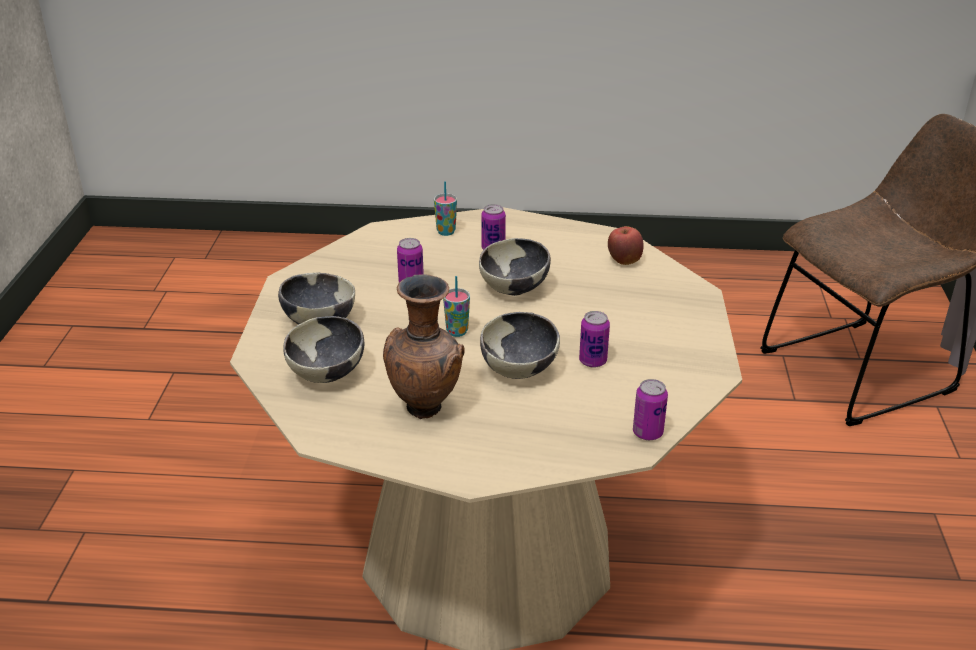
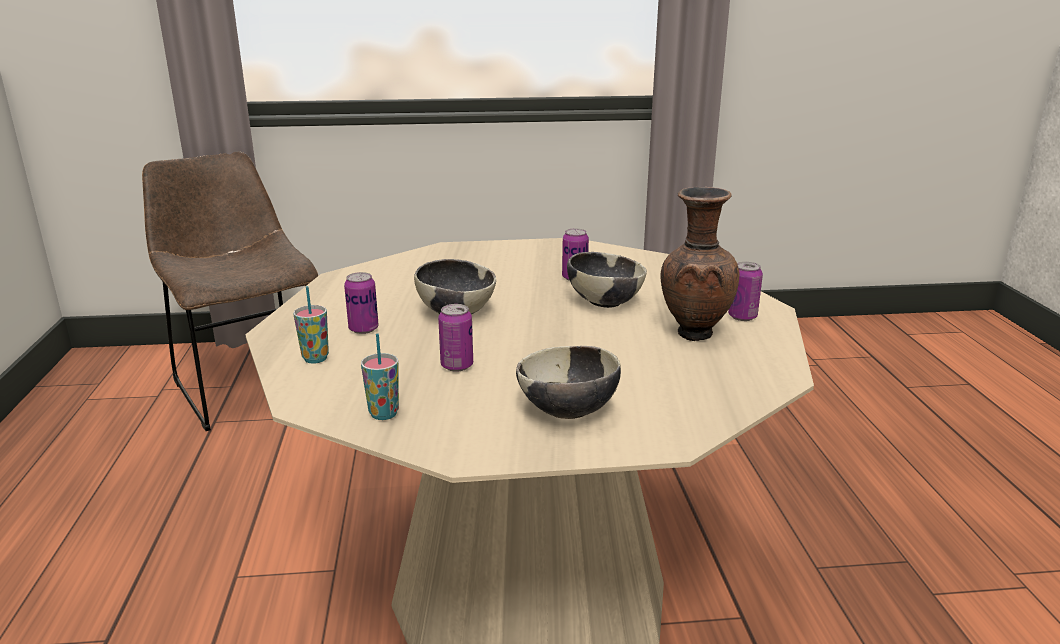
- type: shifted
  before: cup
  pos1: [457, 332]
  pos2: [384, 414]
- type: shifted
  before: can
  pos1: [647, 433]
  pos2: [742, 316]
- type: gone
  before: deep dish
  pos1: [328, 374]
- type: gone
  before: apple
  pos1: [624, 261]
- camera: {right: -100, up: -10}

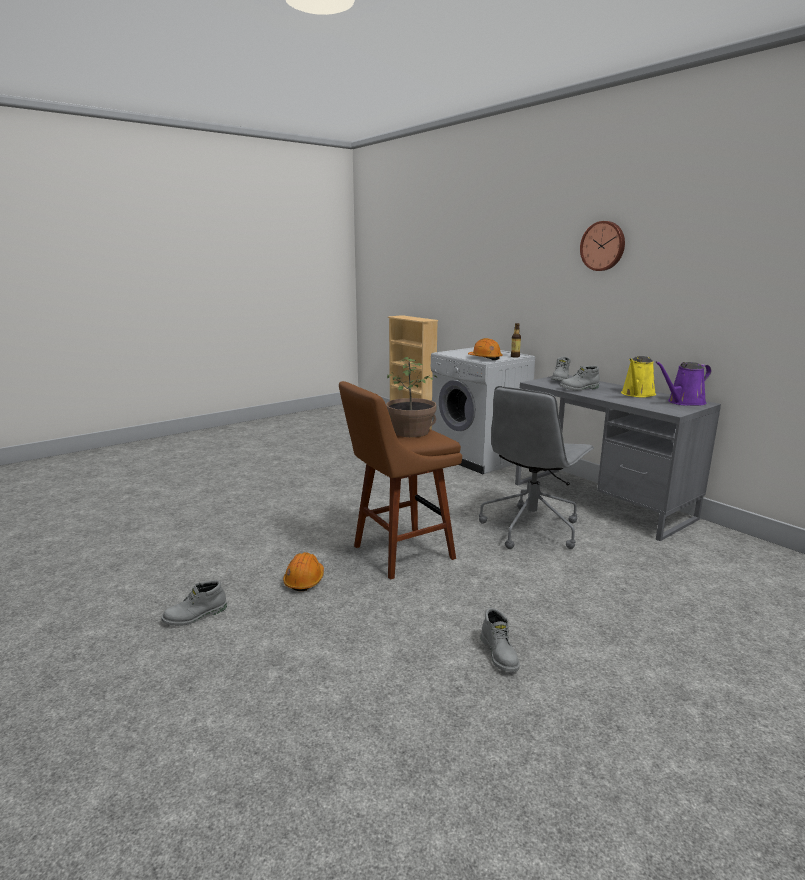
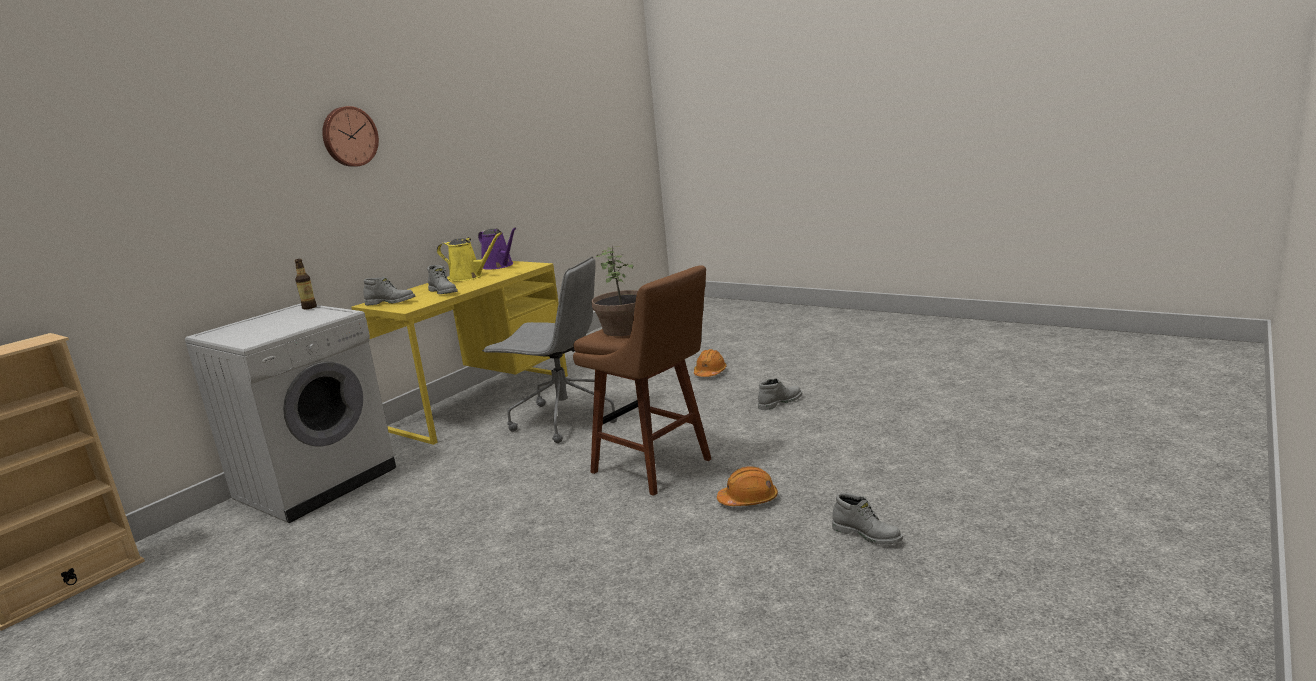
- type: repainted
  before: grey desk unit
  after: yellow desk unit
  pos1: [600, 501]
  pos2: [480, 401]
- type: shifted
  before: orange-coloured safety helmet
  pos1: [485, 358]
  pos2: [710, 373]
- camera: {right: -105, up: 0}

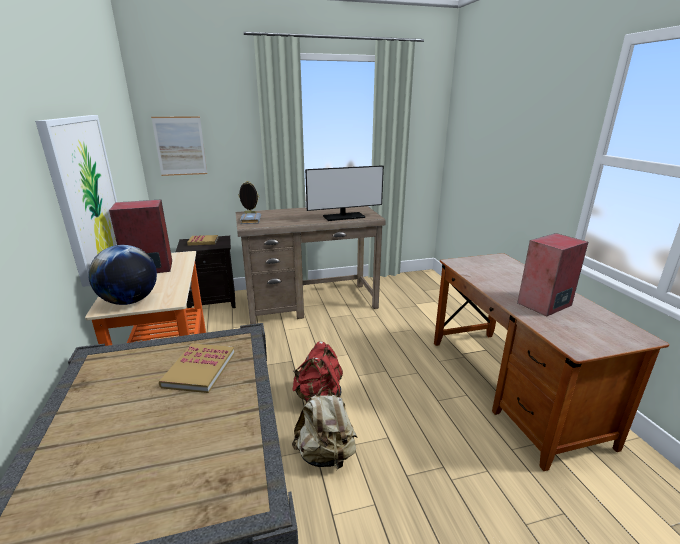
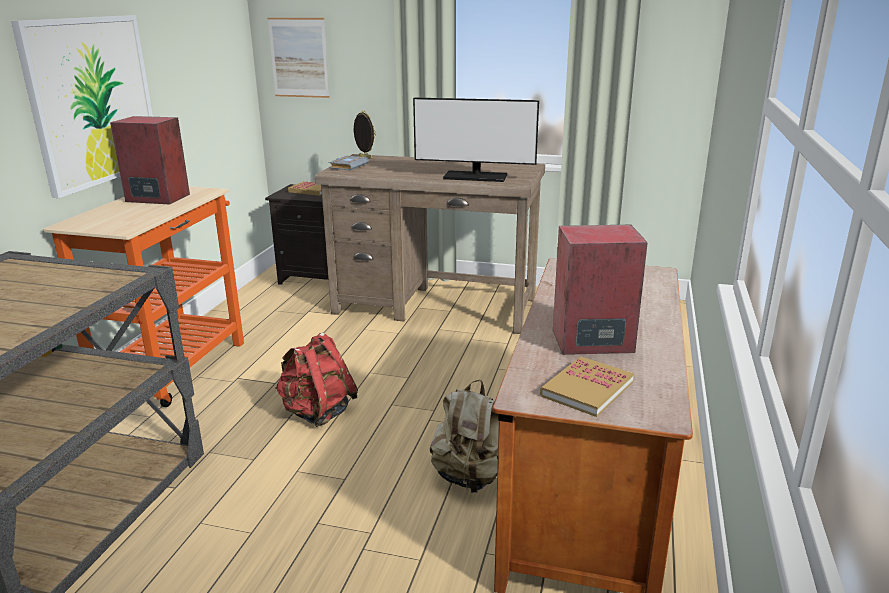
- type: shifted
  before: beige rucksack
  pos1: [325, 455]
  pos2: [470, 477]
- type: shifted
  before: volume
  pos1: [199, 369]
  pos2: [587, 389]
- type: gone
  before: world globe
  pos1: [130, 301]
- camera: {right: 30, up: 0}

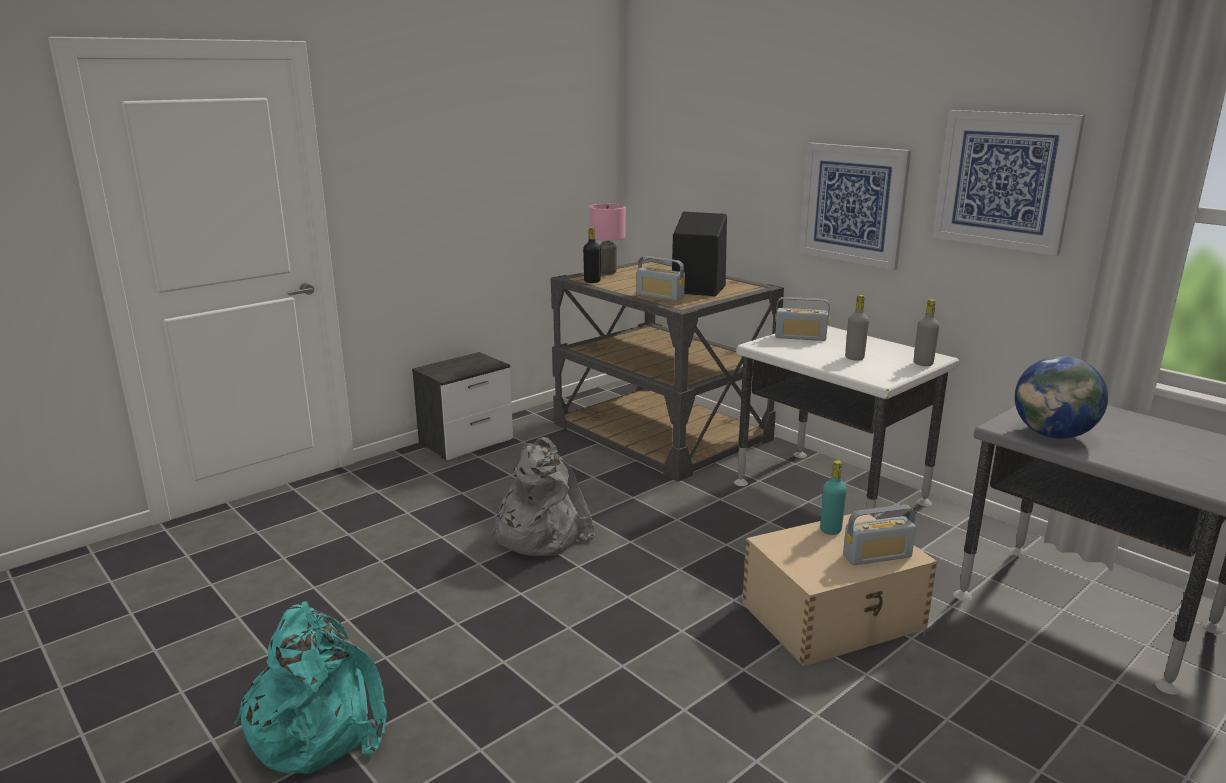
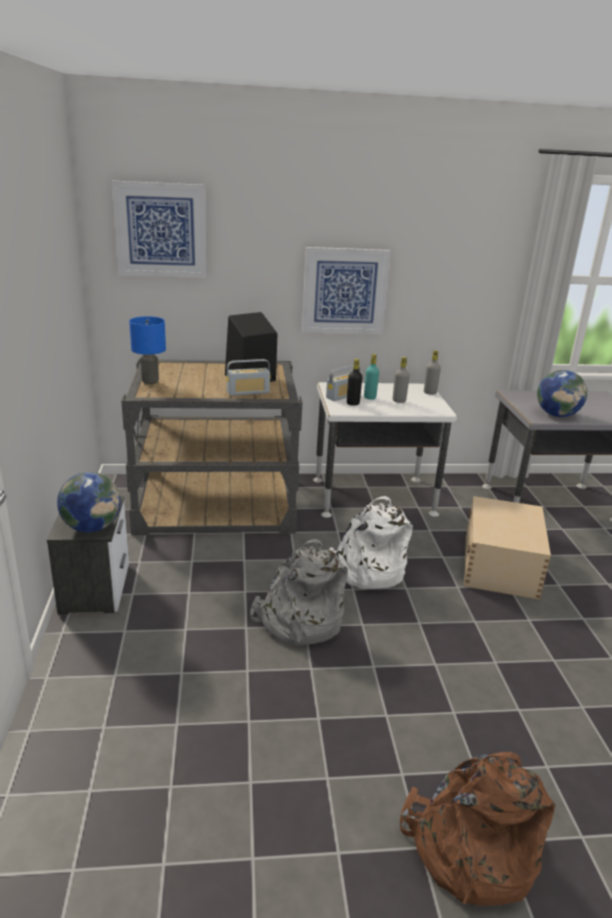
- type: new
  after: world globe
  pos2: [92, 527]
- type: shifted
  before: picture
  pos1: [1004, 180]
  pos2: [161, 230]
- type: repainted
  before: pink-coloured lamp for a table
  after: blue-coloured lamp for a table
  pos1: [607, 272]
  pos2: [150, 382]
- type: new
  after: white rucksack
  pos2: [366, 570]
- type: shifted
  before: blackish beverage bottle
  pos1: [592, 281]
  pos2: [353, 403]
- type: shifted
  before: turquoise beverage bottle
  pos1: [830, 530]
  pos2: [370, 397]
- type: repainted
  before: turquoise rucksack
  after: brown rucksack
  pos1: [319, 725]
  pos2: [468, 849]
- type: gone
  before: radio receiver
  pos1: [877, 556]
- camera: {right: -55, up: 5}

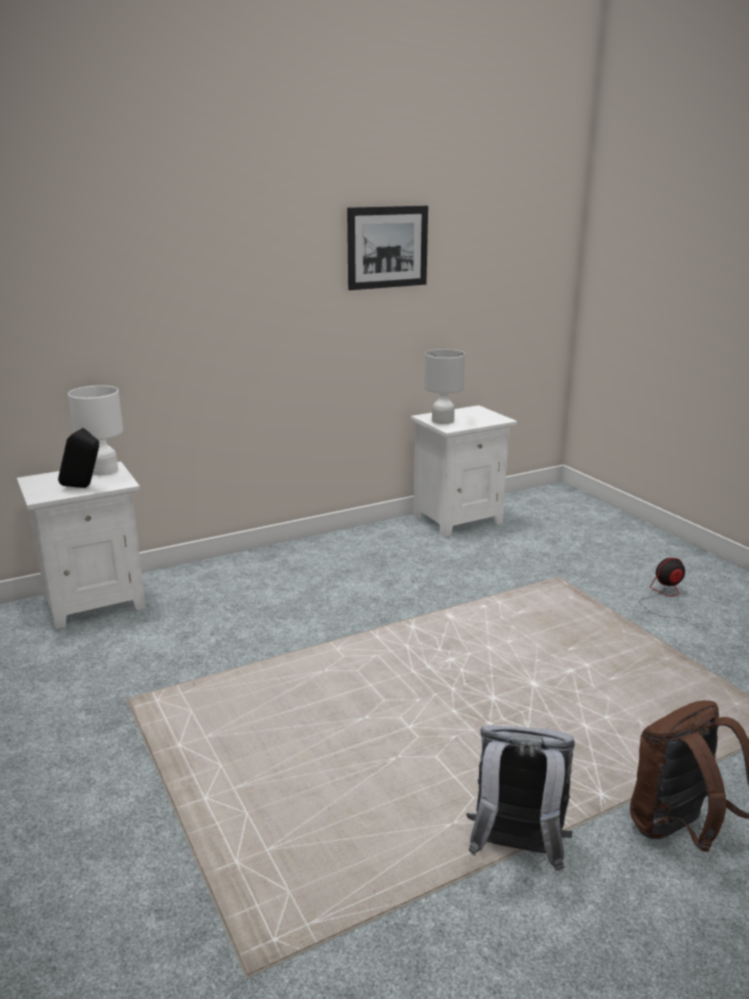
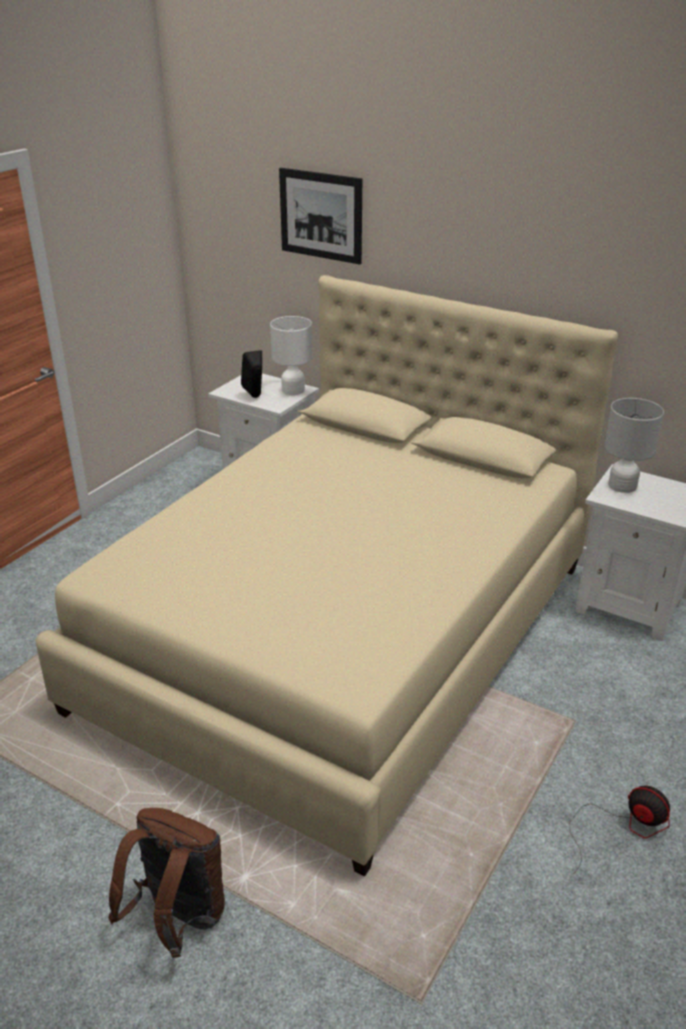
- type: new
  after: beige bedroom bed
  pos2: [344, 634]
- type: shifted
  before: picture
  pos1: [387, 247]
  pos2: [321, 215]
- type: gone
  before: grey rucksack
  pos1: [516, 850]
- camera: {right: 60, up: 10}

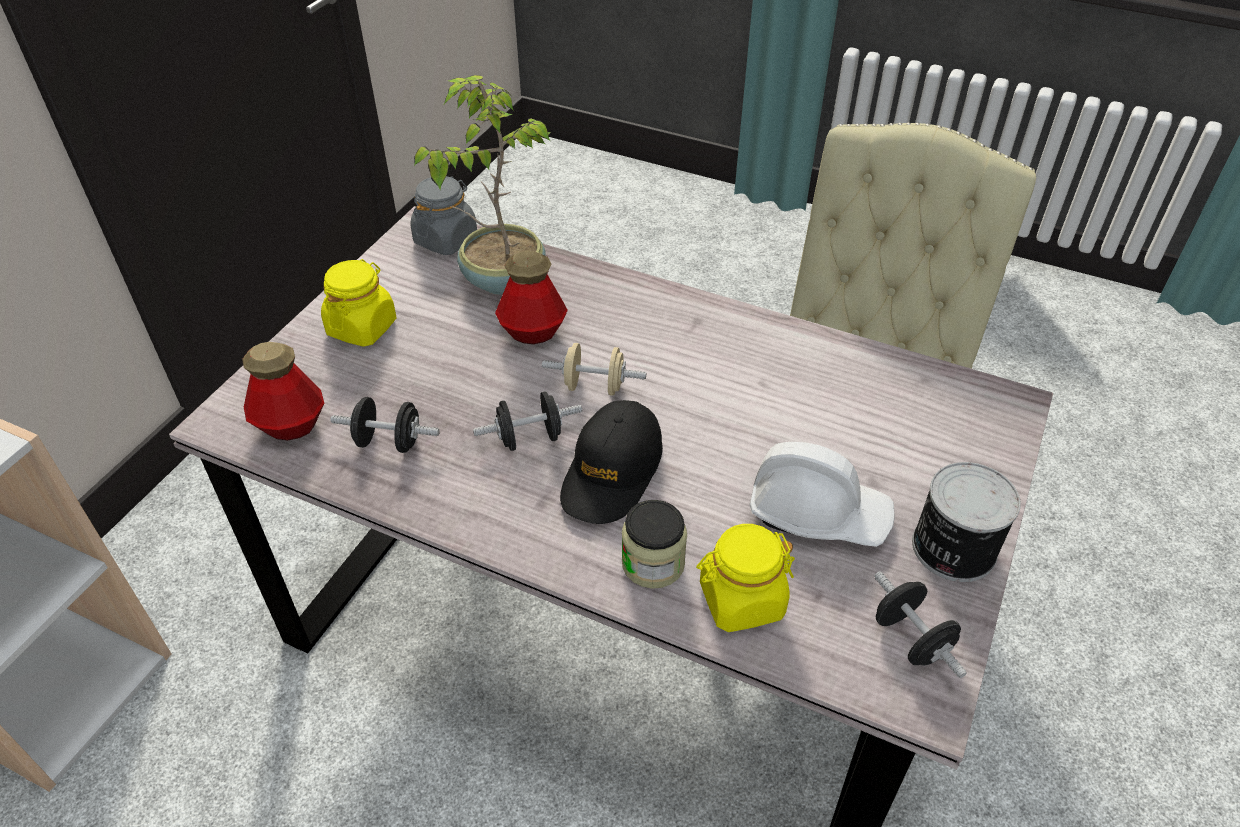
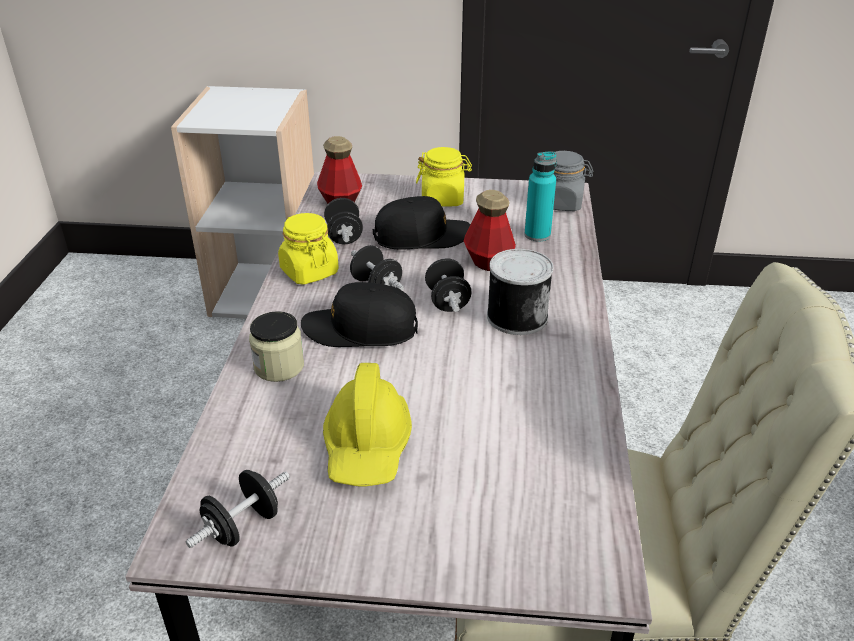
- type: shifted
  before: yellow preserve jar
  pos1: [741, 600]
  pos2: [309, 271]
- type: repainted
  before: white safety helmet
  after: yellow safety helmet
  pos1: [818, 512]
  pos2: [367, 446]
- type: new
  after: blackish baseball cap
  pos2: [422, 236]
- type: repainted
  before: beige hand weight
  after: blackish hand weight
  pos1: [594, 386]
  pos2: [447, 301]
- type: shifted
  before: can
  pos1: [951, 548]
  pos2: [516, 316]
- type: swapped
  before: houseplant
  after: turquoise beverage bottle
  pos1: [502, 279]
  pos2: [537, 235]
- camera: {right: 70, up: -10}

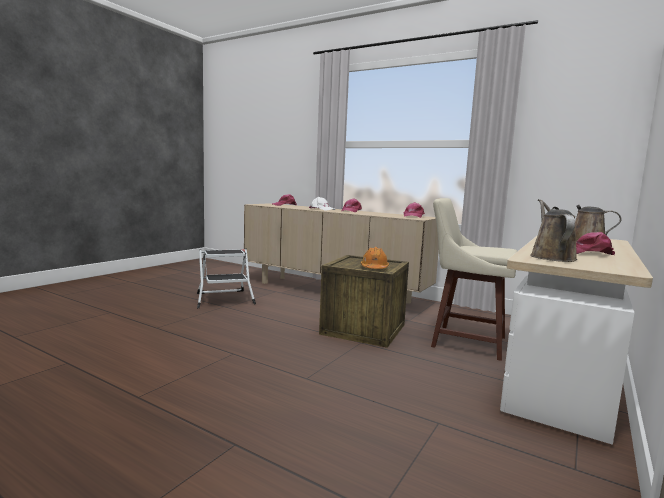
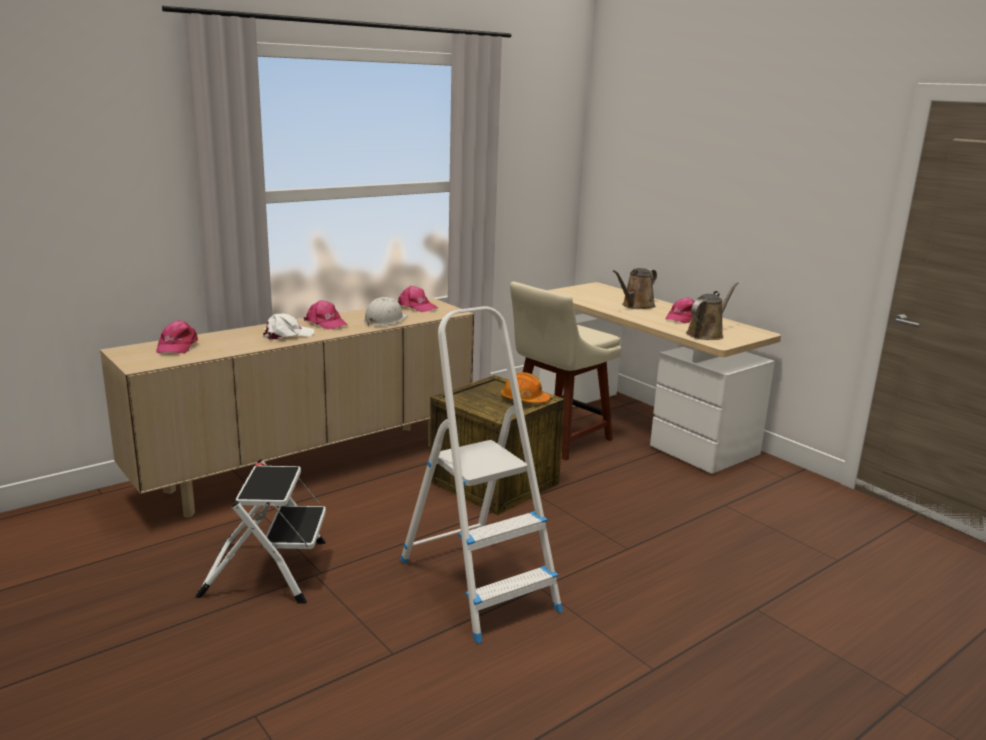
- type: new
  after: white safety helmet
  pos2: [384, 320]
- type: new
  after: white step stool
  pos2: [478, 585]
- type: rotated
  before: brown watering can
  pos1: [551, 257]
  pos2: [707, 334]
  turn: 105
- camera: {right: -70, up: 10}

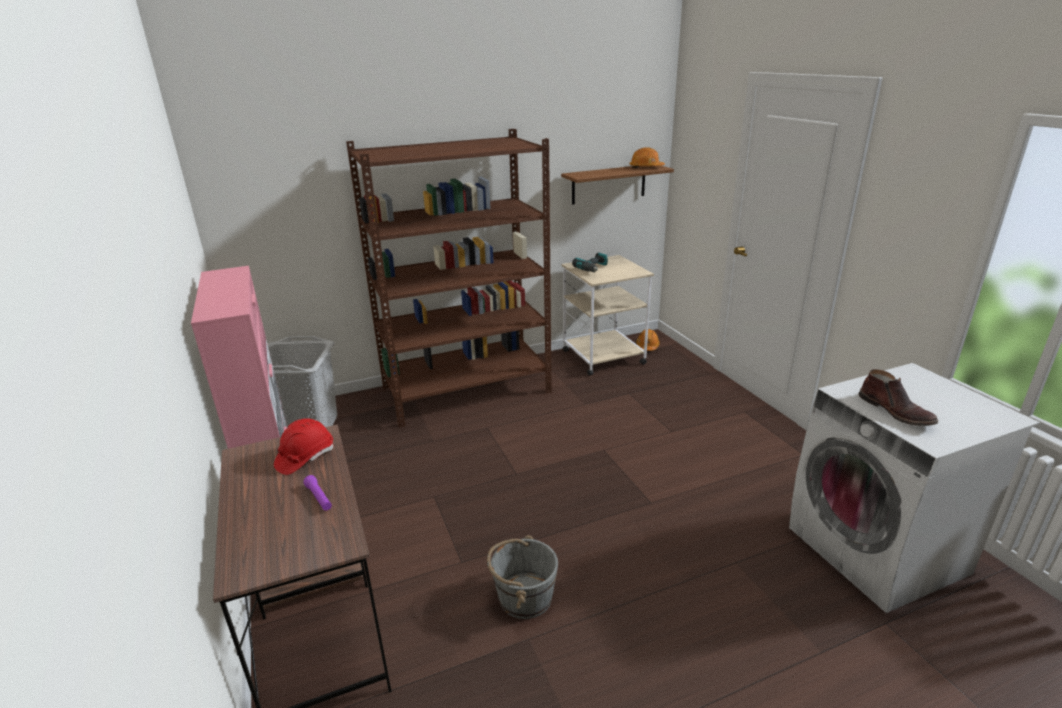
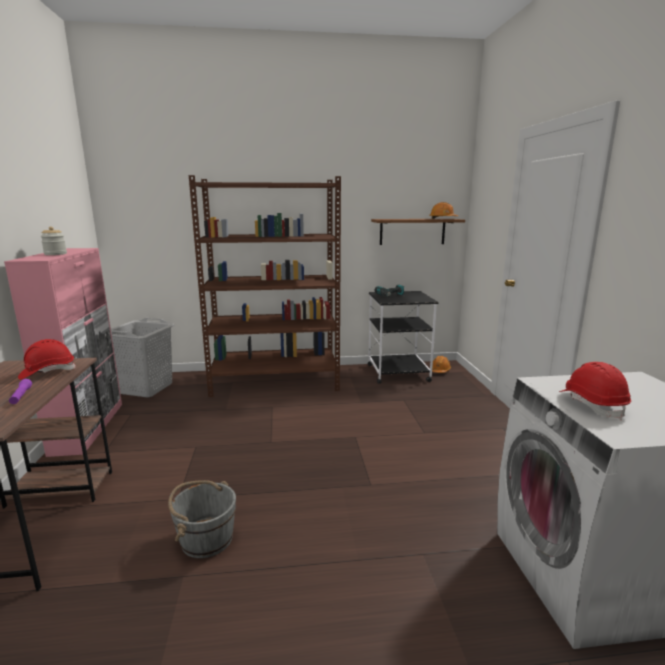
- type: new
  after: preserve jar
  pos2: [55, 254]
- type: repainted
  before: beige cart
  after: blackish cart
  pos1: [604, 356]
  pos2: [399, 373]
- type: swapped
  before: brown boot
  after: red safety helmet
  pos1: [896, 411]
  pos2: [592, 404]
- camera: {right: 15, up: -10}

